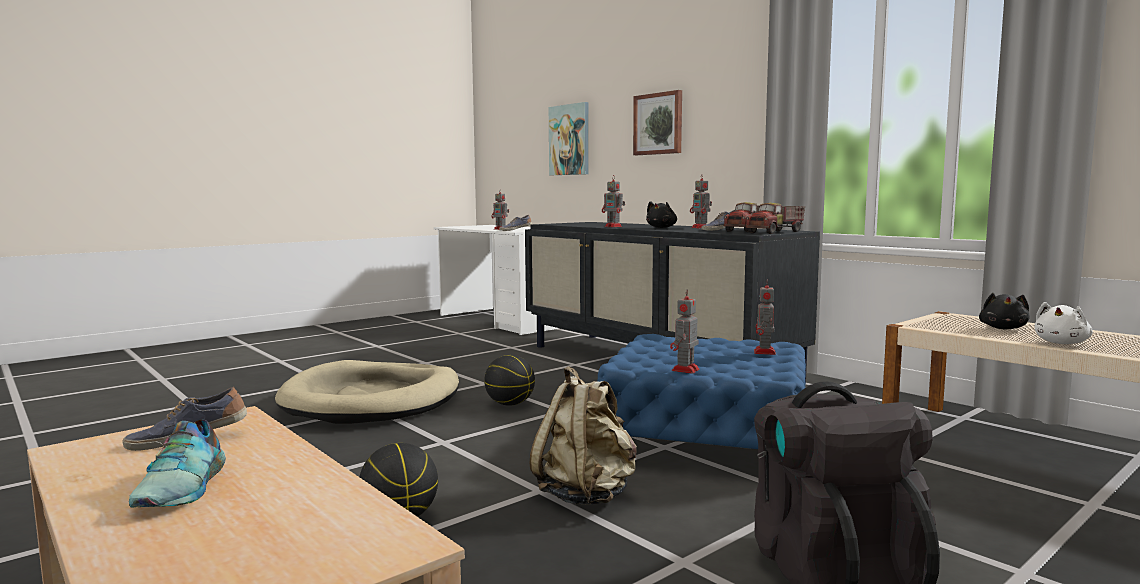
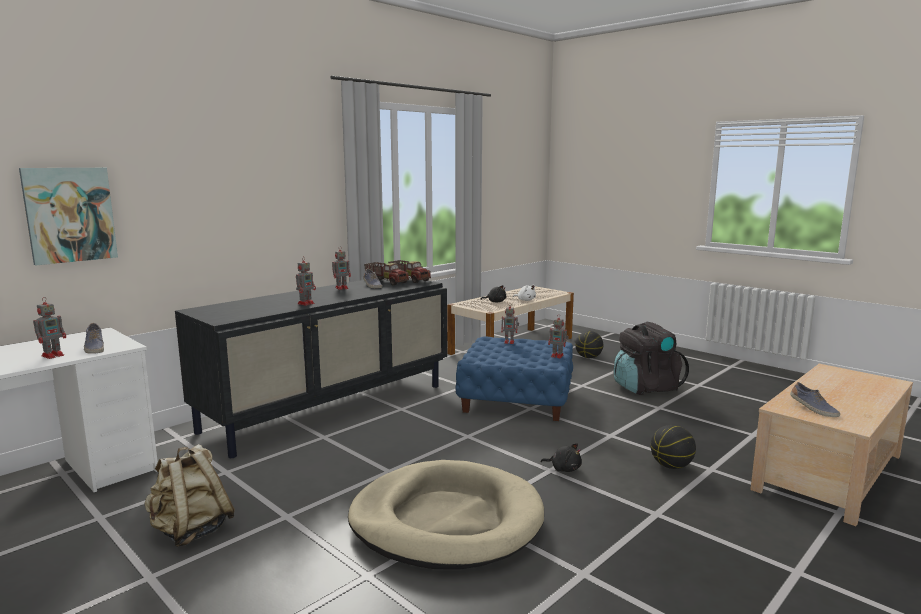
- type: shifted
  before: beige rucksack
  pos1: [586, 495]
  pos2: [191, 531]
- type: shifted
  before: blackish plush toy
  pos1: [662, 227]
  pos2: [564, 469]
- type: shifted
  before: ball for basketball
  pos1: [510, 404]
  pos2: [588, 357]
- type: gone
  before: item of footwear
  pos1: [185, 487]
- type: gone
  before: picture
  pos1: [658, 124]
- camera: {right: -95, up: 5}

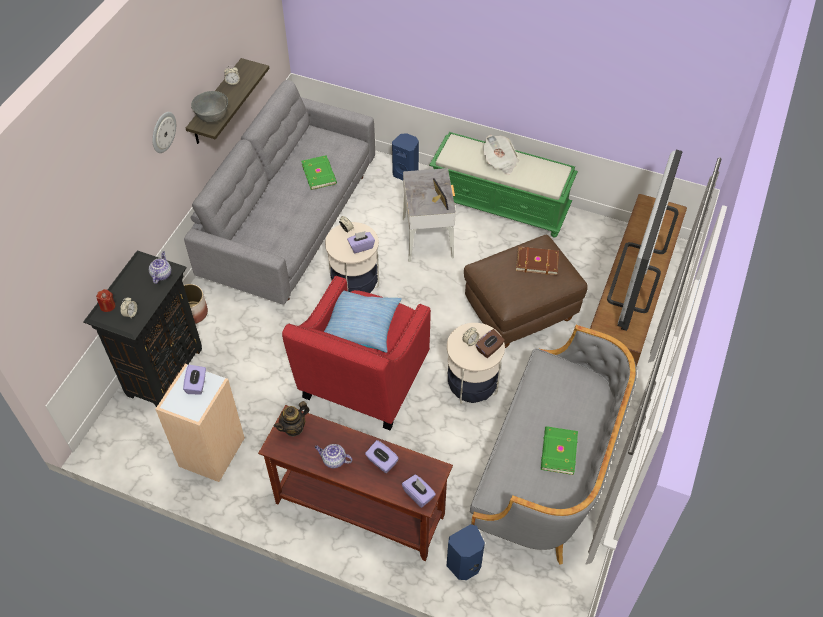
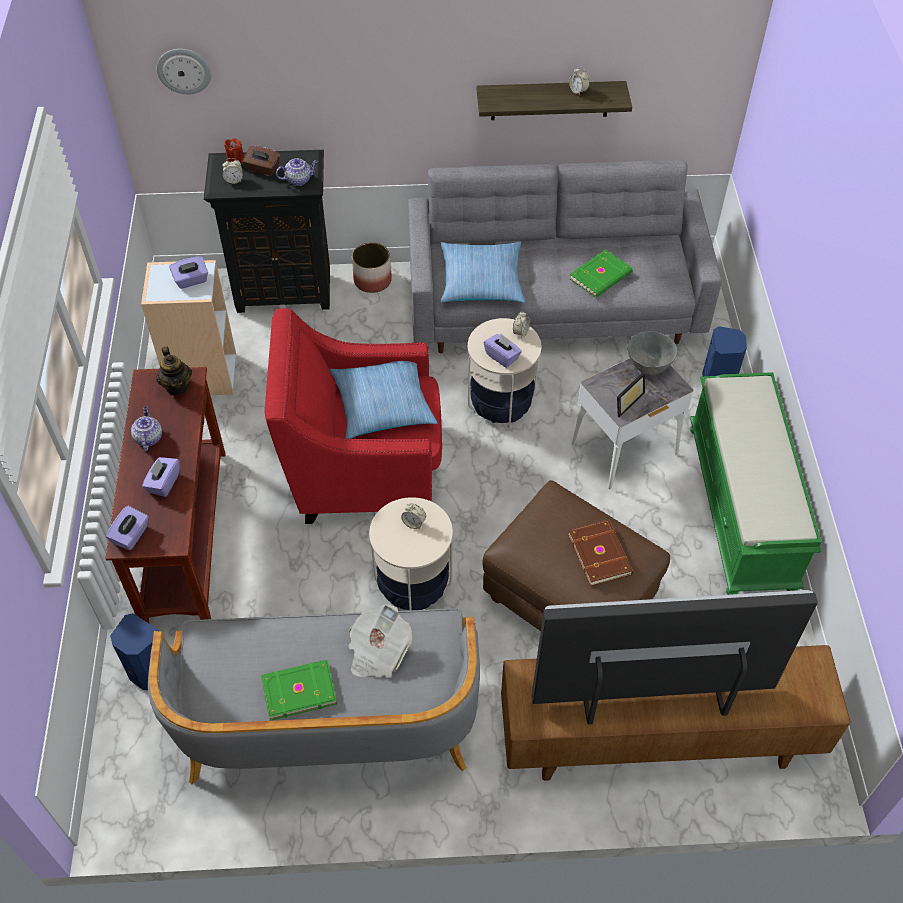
- type: rotated
  before: teapot
  pos1: [294, 428]
  pos2: [177, 386]
  turn: -135
- type: shifted
  before: hanging clock
  pos1: [163, 132]
  pos2: [184, 70]
- type: shifted
  before: brown box of tissues
  pos1: [489, 349]
  pos2: [262, 169]
- type: shifted
  before: newspaper
  pos1: [500, 162]
  pos2: [378, 651]
- type: new
  after: cushion
  pos2: [481, 281]
- type: shifted
  before: grey deep dish
  pos1: [212, 118]
  pos2: [648, 366]
- camera: {right: 65, up: 0}

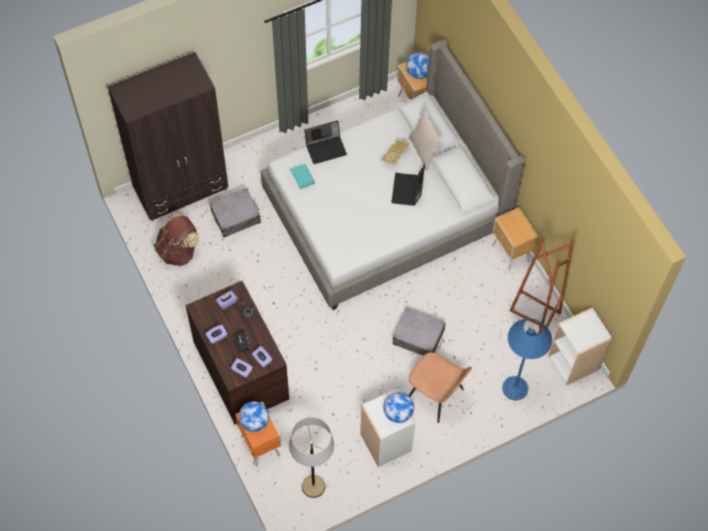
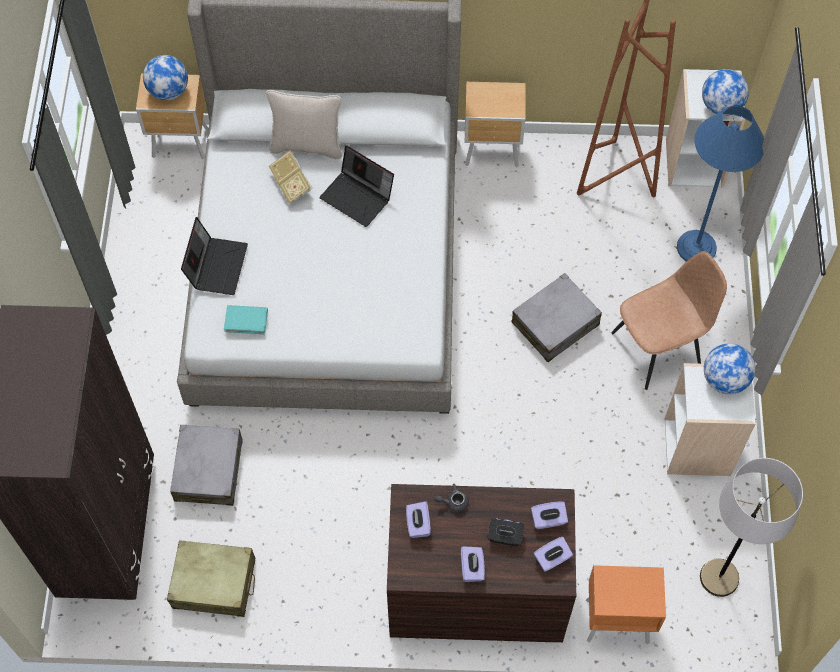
- type: swapped
  before: brown rucksack
  after: beige piece of luggage
  pos1: [178, 250]
  pos2: [214, 583]
- type: shifted
  before: world globe
  pos1: [254, 422]
  pos2: [721, 106]
- camera: {right: -60, up: 0}

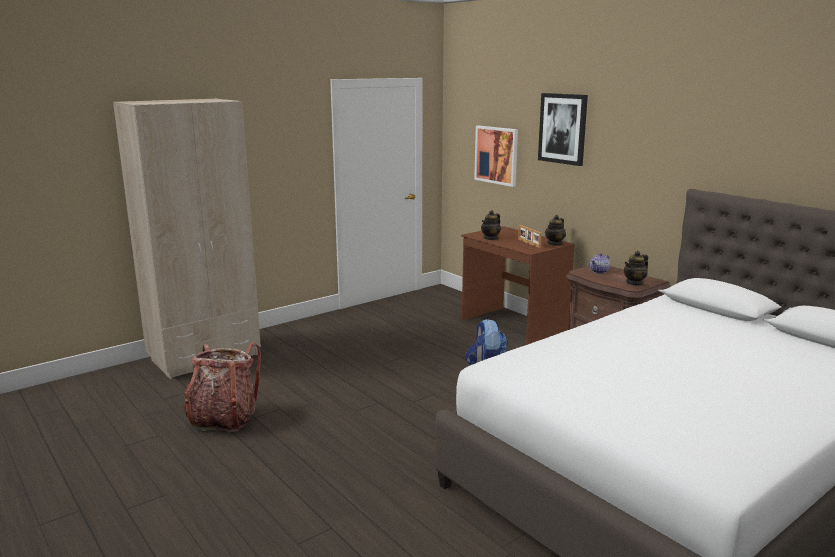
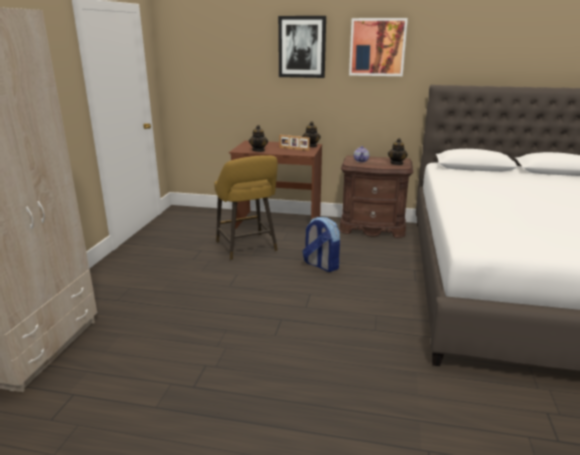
- type: new
  after: yellow stool
  pos2: [247, 248]
- type: shifted
  before: picture
  pos1: [496, 155]
  pos2: [377, 47]
- type: gone
  before: rucksack
  pos1: [223, 419]
- camera: {right: -40, up: 5}

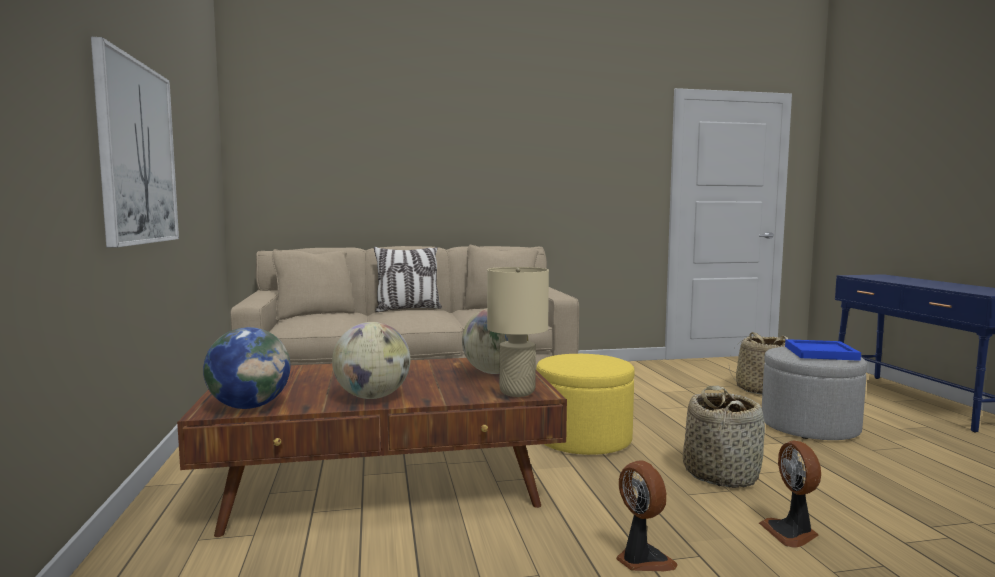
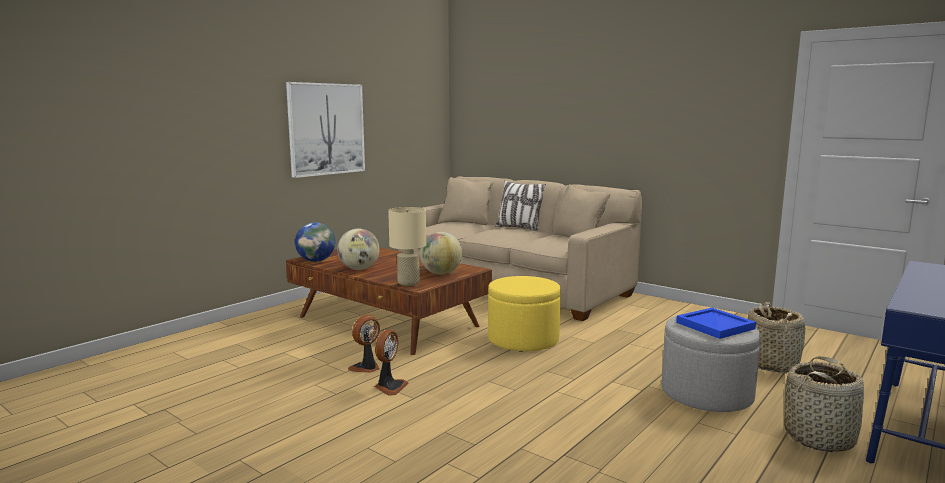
- type: shifted
  before: electric fan
  pos1: [791, 533]
  pos2: [366, 368]
- type: shifted
  before: storage basket
  pos1: [721, 474]
  pos2: [820, 437]
- camera: {right: 50, up: 5}

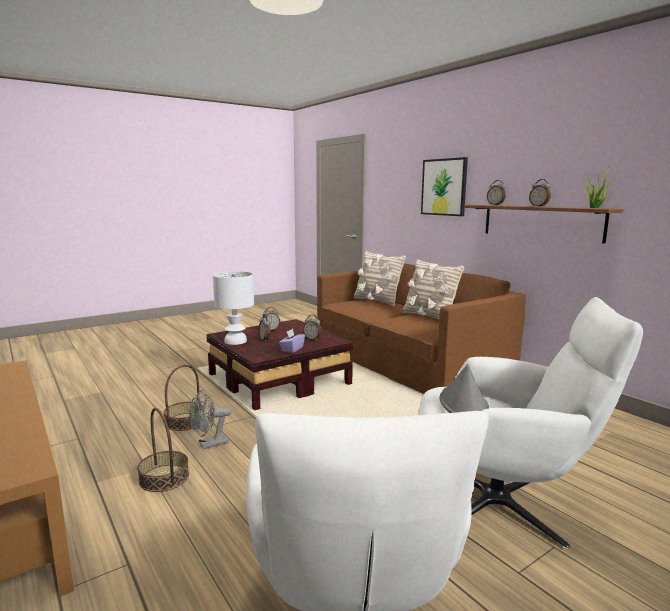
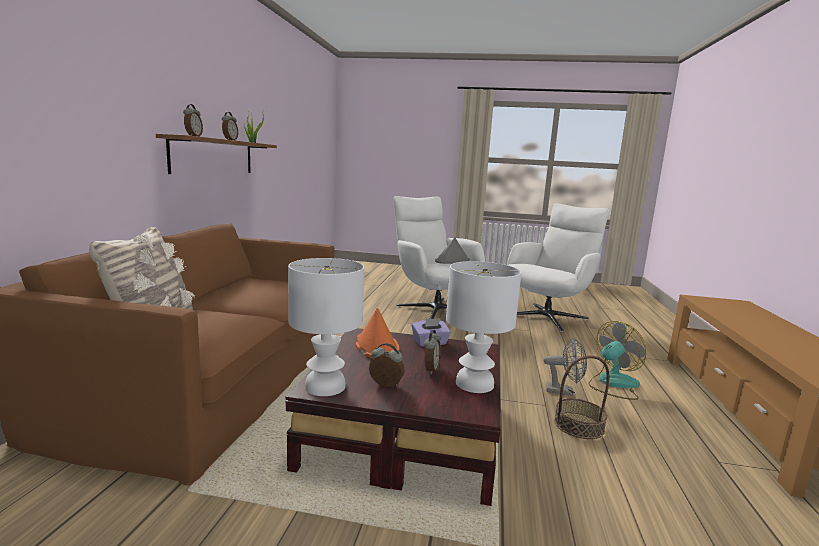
- type: new
  after: white lamp for a table
  pos2: [325, 387]
- type: swapped
  before: bedside clock
  after: orange-coloured hat
  pos1: [312, 339]
  pos2: [376, 346]
- type: swapped
  before: storage basket
  after: electric fan
  pos1: [164, 478]
  pos2: [613, 384]
- type: gone
  before: beige cushion
  pos1: [429, 317]
- type: gone
  before: picture
  pos1: [444, 187]
- camera: {right: -135, up: 0}

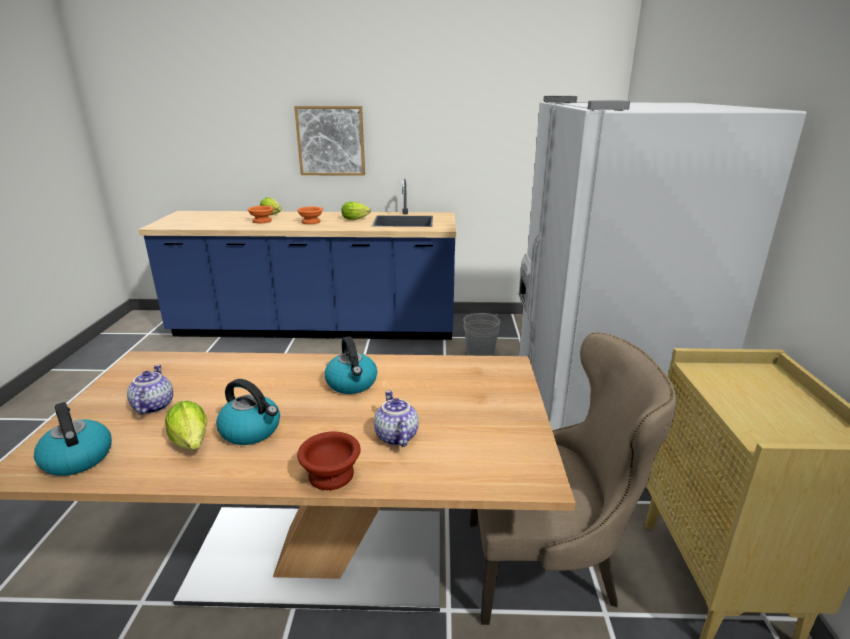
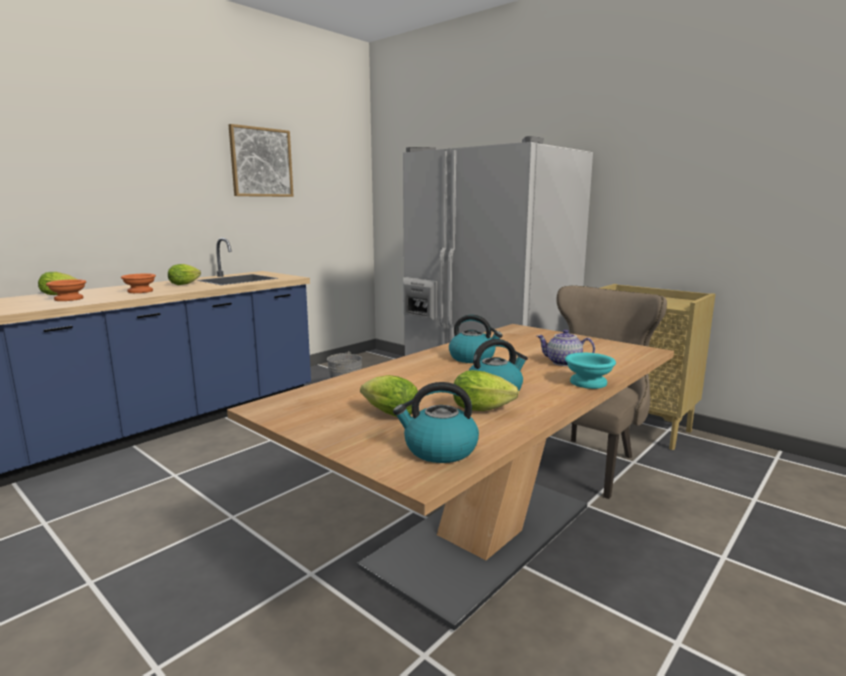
- type: shifted
  before: picture
  pos1: [331, 141]
  pos2: [261, 162]
- type: swapped
  before: teapot
  after: head of lettuce
  pos1: [152, 406]
  pos2: [387, 413]
- type: repainted
  before: brown deep dish
  after: turquoise deep dish
  pos1: [329, 474]
  pos2: [587, 383]
- camera: {right: -50, up: -10}

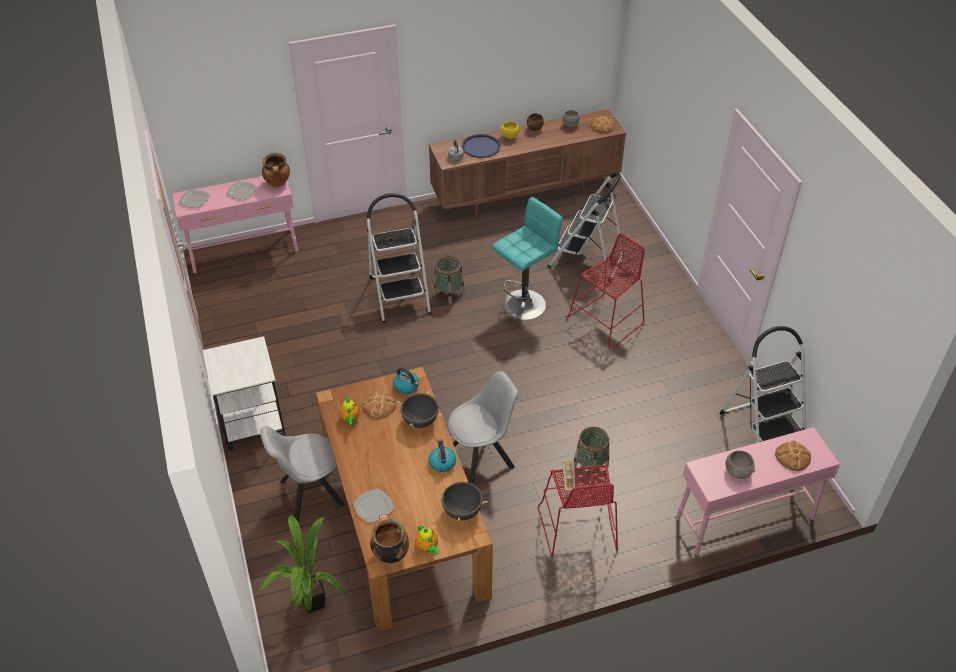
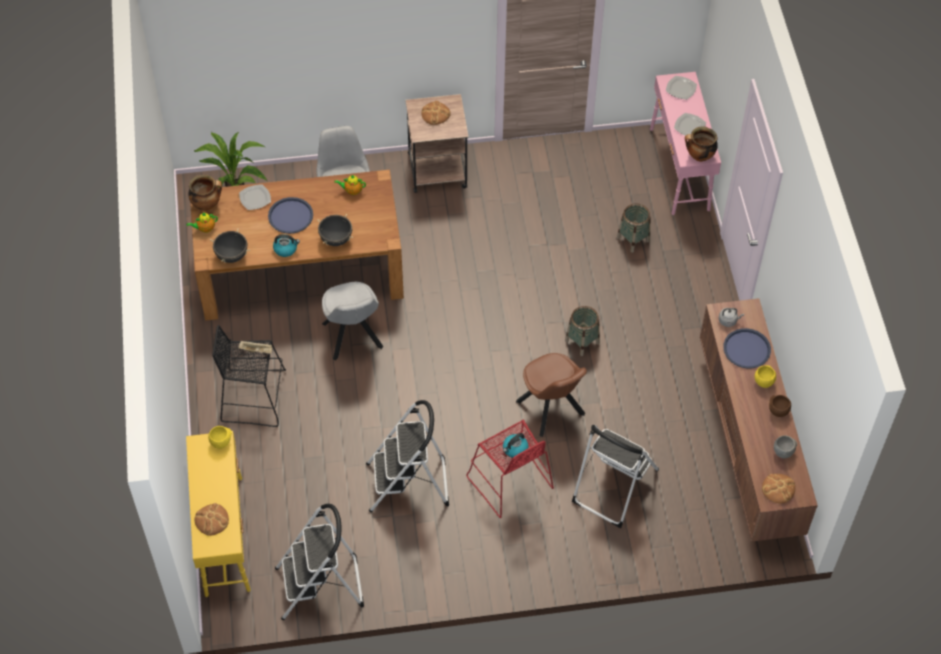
- type: repainted
  before: pink-coloured hall table
  after: yellow hall table
  pos1: [744, 518]
  pos2: [224, 535]
- type: new
  after: yellow deep dish
  pos2: [221, 442]
- type: repainted
  before: red stool
  after: blackish stool
  pos1: [577, 527]
  pos2: [255, 396]
- type: new
  after: blue-coloured carrying tray
  pos2: [290, 216]
- type: shifted
  before: step stool
  pos1: [399, 294]
  pos2: [410, 485]
- type: repainted
  before: white cart
  after: brown cart
  pos1: [252, 422]
  pos2: [438, 170]
- type: shifted
  before: bread
  pos1: [379, 405]
  pos2: [435, 114]
- type: shifted
  before: water kettle
  pos1: [406, 386]
  pos2: [515, 449]
- type: swapped
  before: turquoise stool
  after: brown upright chair
  pos1: [524, 304]
  pos2: [551, 409]
- type: shifted
  before: storage basket
  pos1: [590, 466]
  pos2: [633, 239]
- type: gone
  before: grey deep dish
  pos1: [738, 471]
- camera: {right: 100, up: 10}

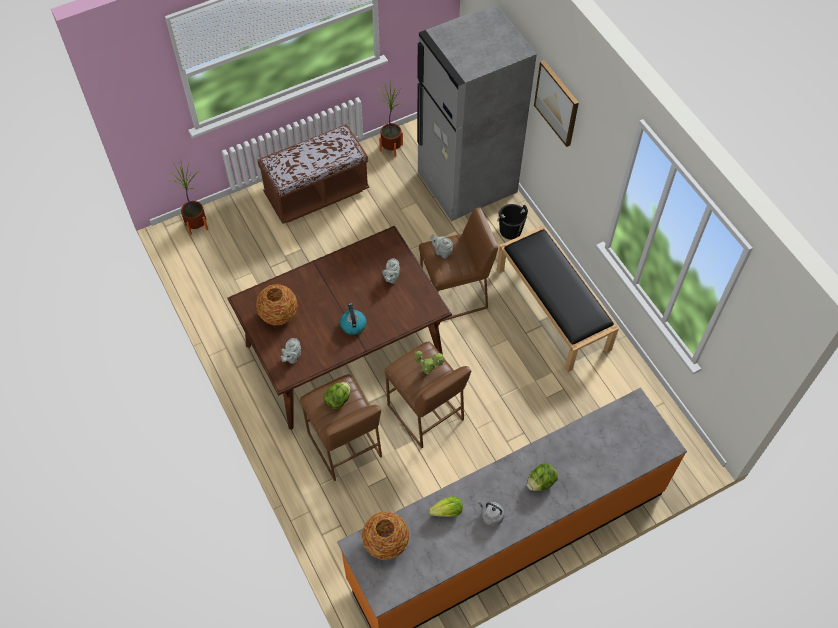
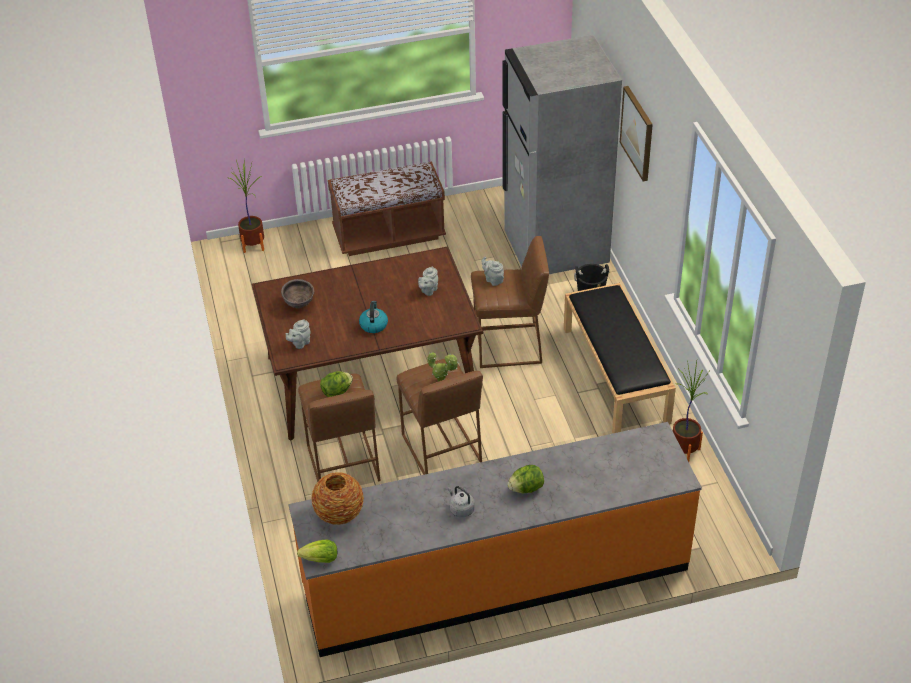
- type: swapped
  before: flower vase
  after: brown deep dish
  pos1: [278, 314]
  pos2: [299, 305]
- type: shifted
  before: head of lettuce
  pos1: [447, 511]
  pos2: [321, 559]
- type: shifted
  before: houseplant
  pos1: [391, 147]
  pos2: [684, 450]
- camera: {right: 15, up: -15}

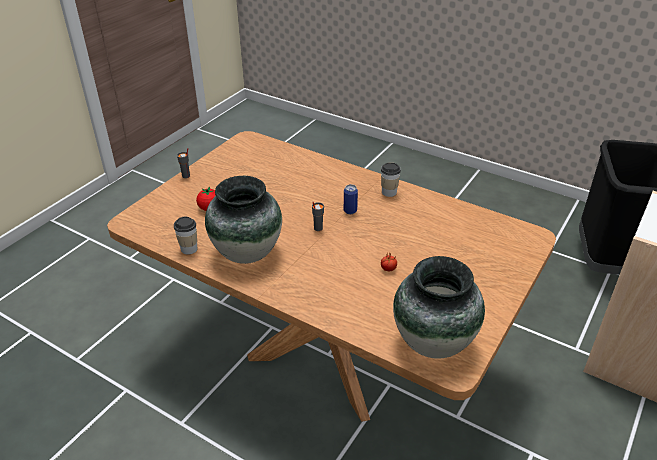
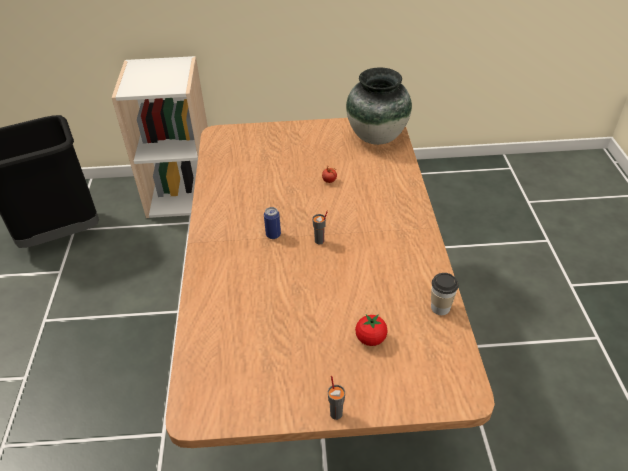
- type: gone
  before: flower vase
  pos1: [247, 253]
- type: gone
  before: cup
  pos1: [389, 192]
- camera: {right: -125, up: 5}

